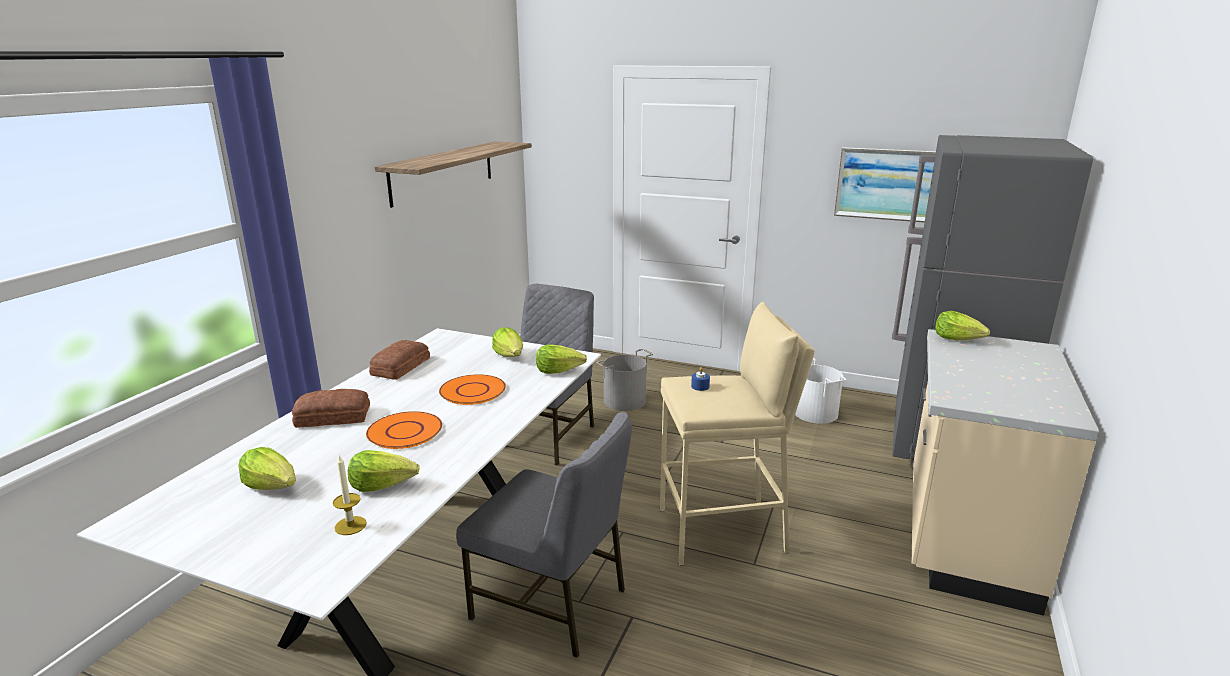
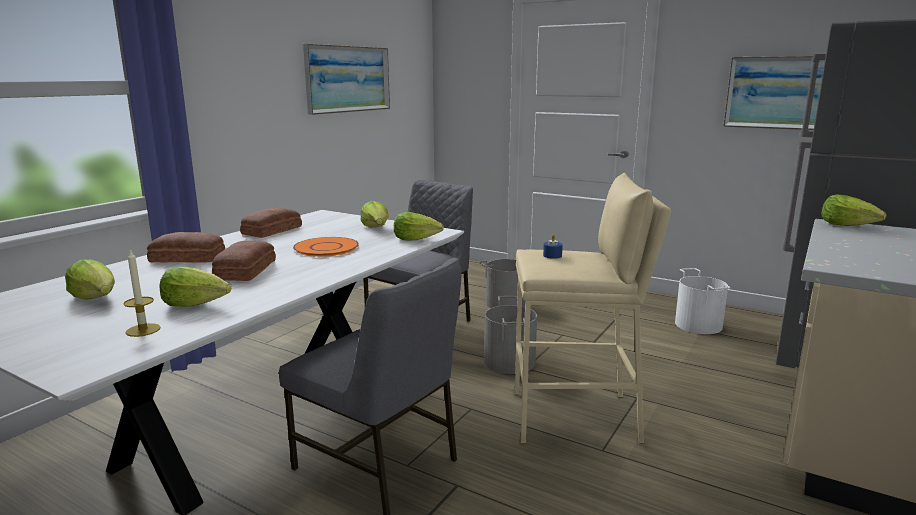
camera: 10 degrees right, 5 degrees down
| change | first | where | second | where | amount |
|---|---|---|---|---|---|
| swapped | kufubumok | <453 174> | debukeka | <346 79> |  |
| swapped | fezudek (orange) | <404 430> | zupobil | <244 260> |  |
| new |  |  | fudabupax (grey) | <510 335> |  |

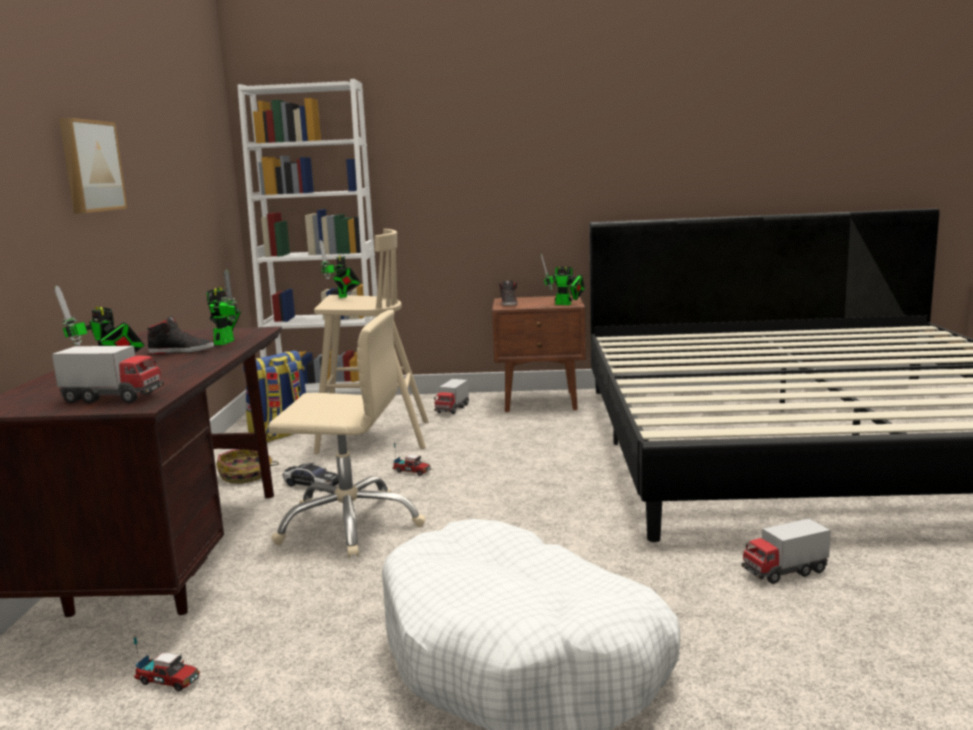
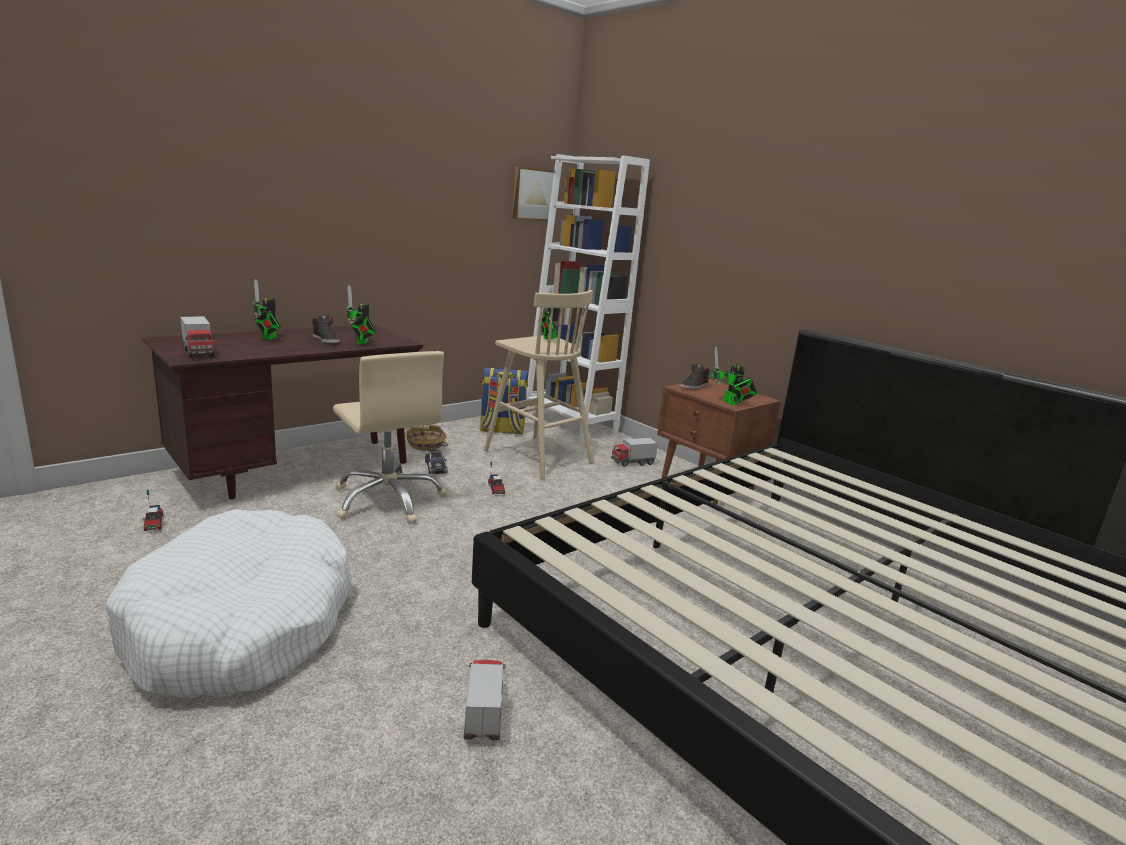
camera: 45 degrees right, 5 degrees up
| change | first | where | second | where | amount |
|---|---|---|---|---|---|
| shifted | debukeka | <93 166> |  | <533 193> |  |
| rotated | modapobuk | <224 307> |  | <362 314> | 120 degrees clockwise |
| rotated | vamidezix | <786 551> |  | <484 700> | 60 degrees clockwise |

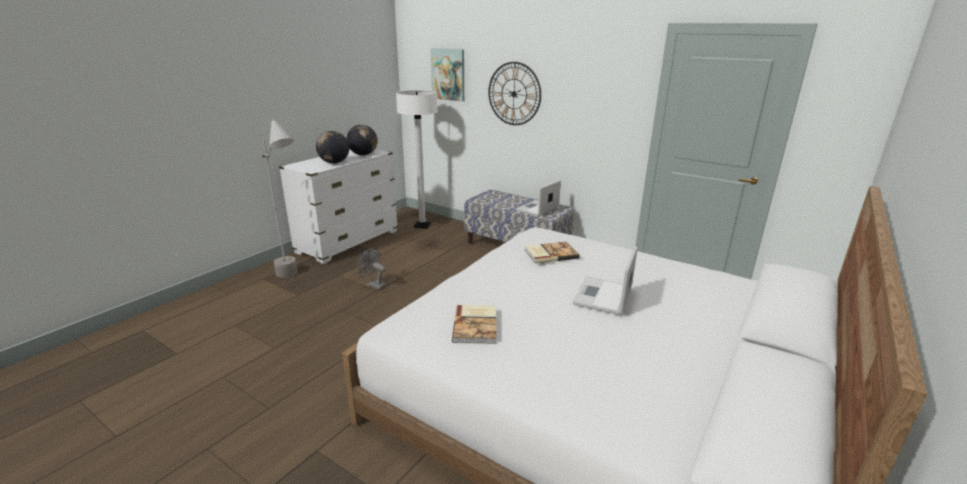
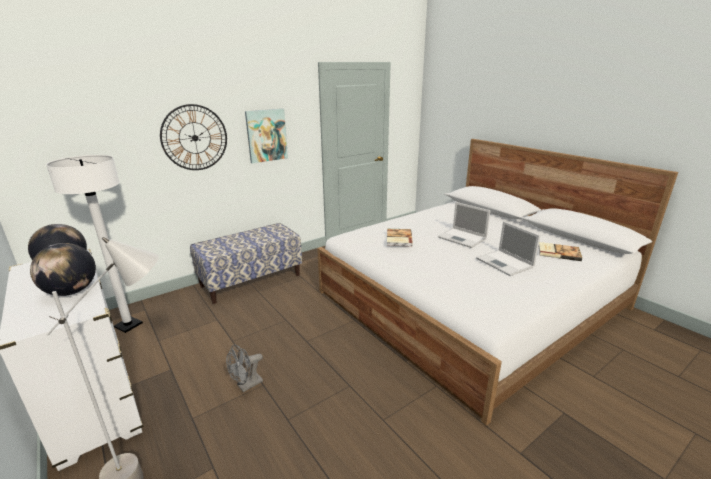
camera: 70 degrees left, 0 degrees up
| change | first | where | second | where | amount |
|---|---|---|---|---|---|
| shifted | debukeka | <447 75> |  | <266 136> |  |
| shifted | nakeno | <538 198> |  | <508 248> |  |
| shifted | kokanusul | <474 324> |  | <560 251> |  |

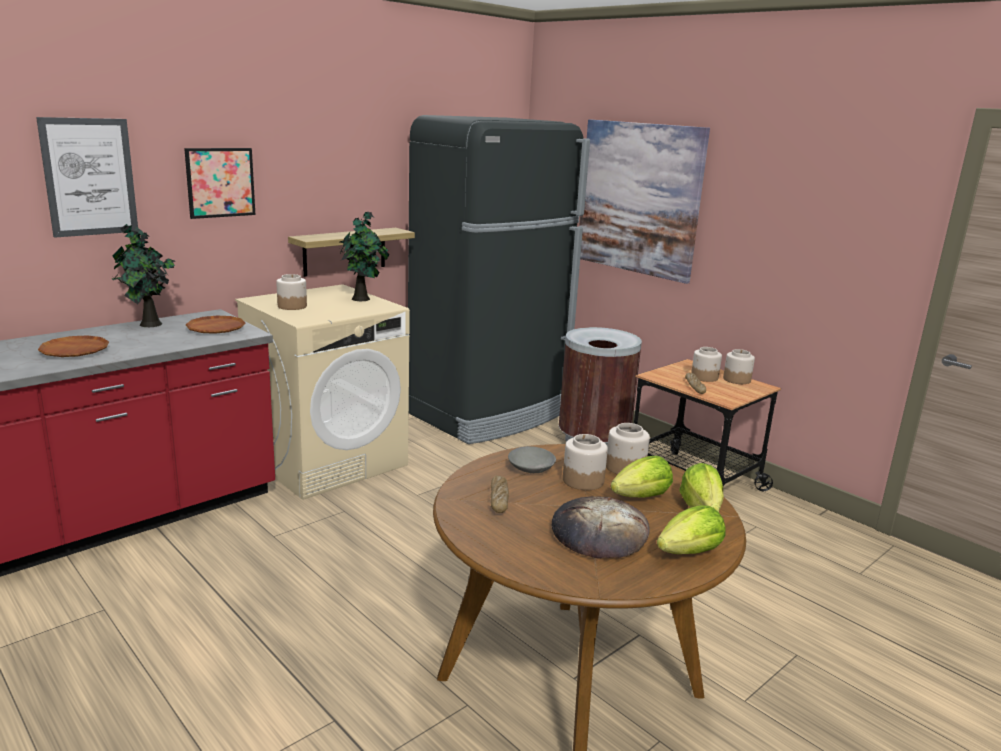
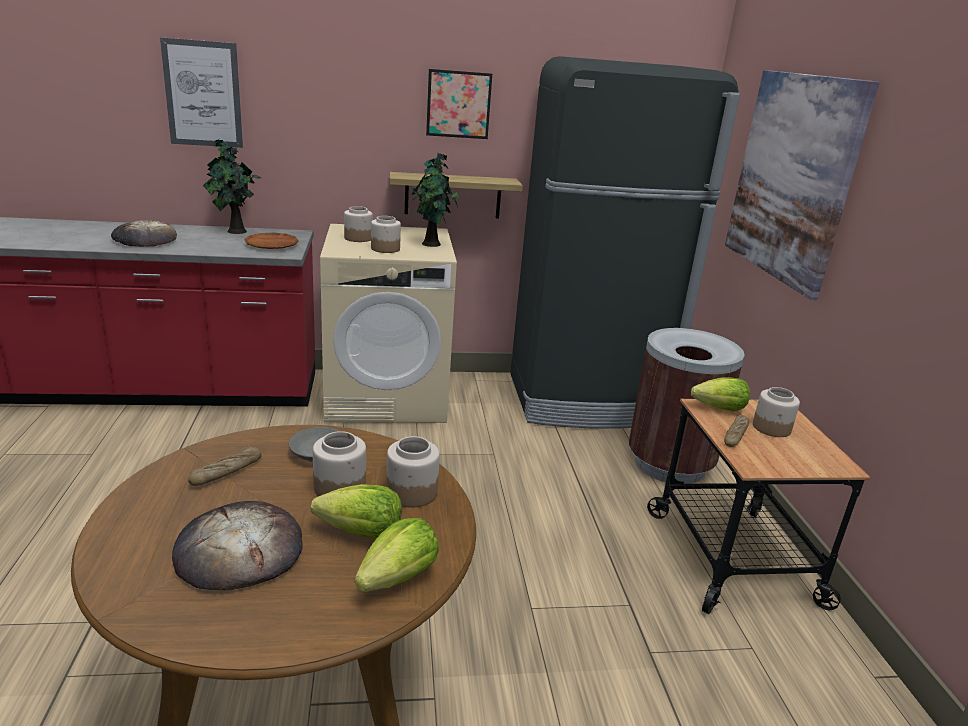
camera: 35 degrees right, 5 degrees up
| change | first | where | second | where | amount |
|---|---|---|---|---|---|
| shifted | debukeka | <219 183> |  | <459 104> |  |
| swapped | fezudek (brown) | <73 346> | zupobil | <144 233> |  |
| shifted | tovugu | <739 366> |  | <386 234> |  |
| shifted | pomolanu | <691 529> |  | <720 394> |  |

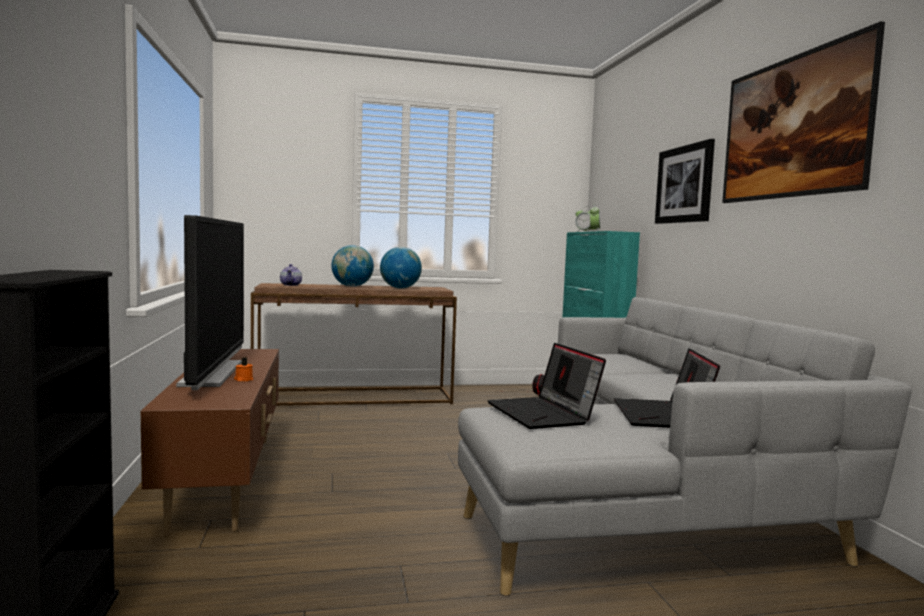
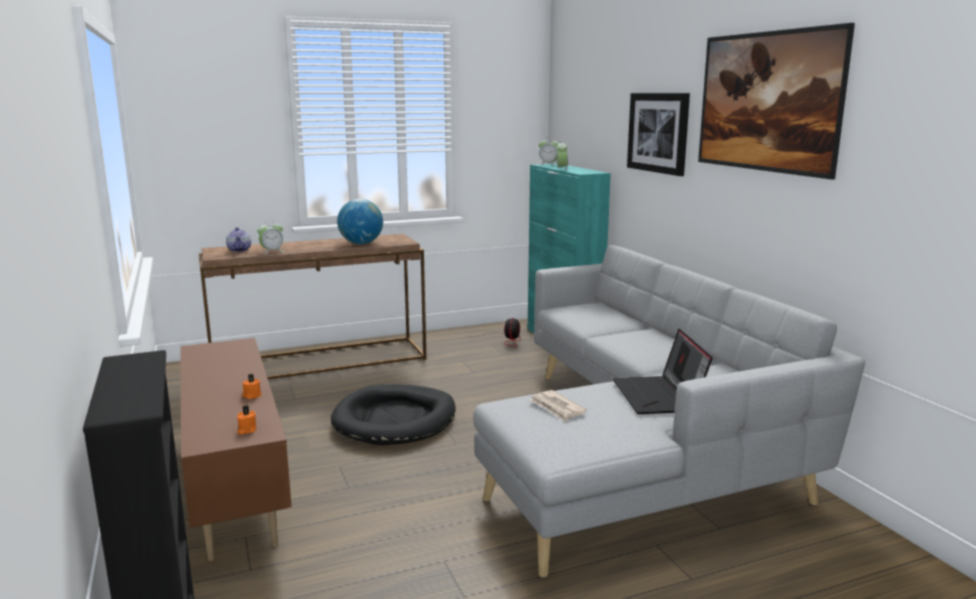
camera: 10 degrees left, 10 degrees up
| change | first | where | second | where | amount |
|---|---|---|---|---|---|
| gone | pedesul | <210 302> |  |  |  |
| gone | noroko | <352 266> |  |  |  |
| swapped | nakeno | <546 386> | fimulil | <558 406> |  |
| new |  |  | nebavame | <271 237> |  |
| new |  |  | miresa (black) | <393 414> |  |
| new |  |  | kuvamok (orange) | <246 420> |  |

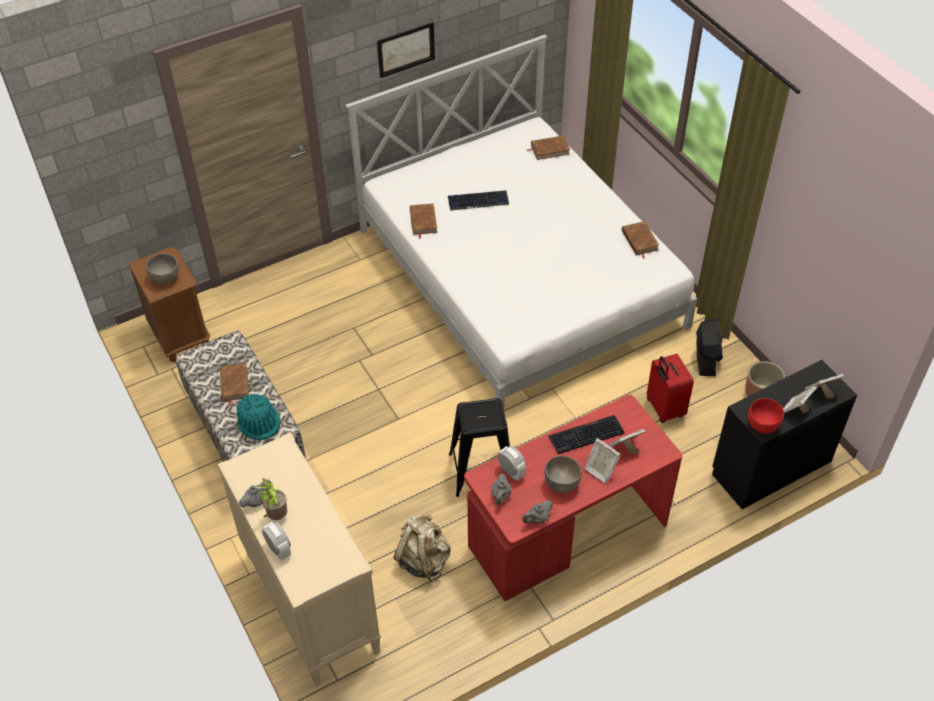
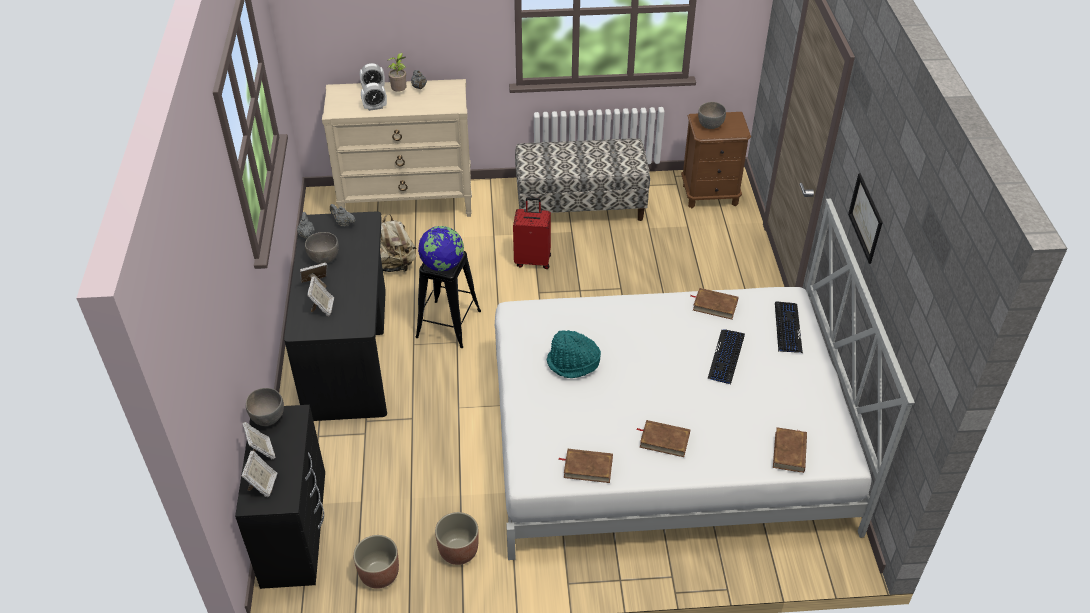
camera: 115 degrees right, 5 degrees down
| change | first | where | second | where | amount |
|---|---|---|---|---|---|
| swapped | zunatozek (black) | <709 347> | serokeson | <457 538> |  |
| shifted | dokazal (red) | <670 388> |  | <532 233> |  |
| shifted | kokanusul (brown) | <234 384> |  | <663 438> |  |
| shifted | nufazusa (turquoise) | <259 417> |  | <574 354> |  |
| repainted | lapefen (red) | <573 498> | lapefen (black) | <335 316> |  |
| repainted | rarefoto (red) | <766 416> | rarefoto (grey) | <265 407> |  |
| shifted | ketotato | <586 434> |  | <789 327> |  |
| shifted | nebavame | <512 463> |  | <374 97> |  |
| new |  |  | noroko | <441 248> |  |

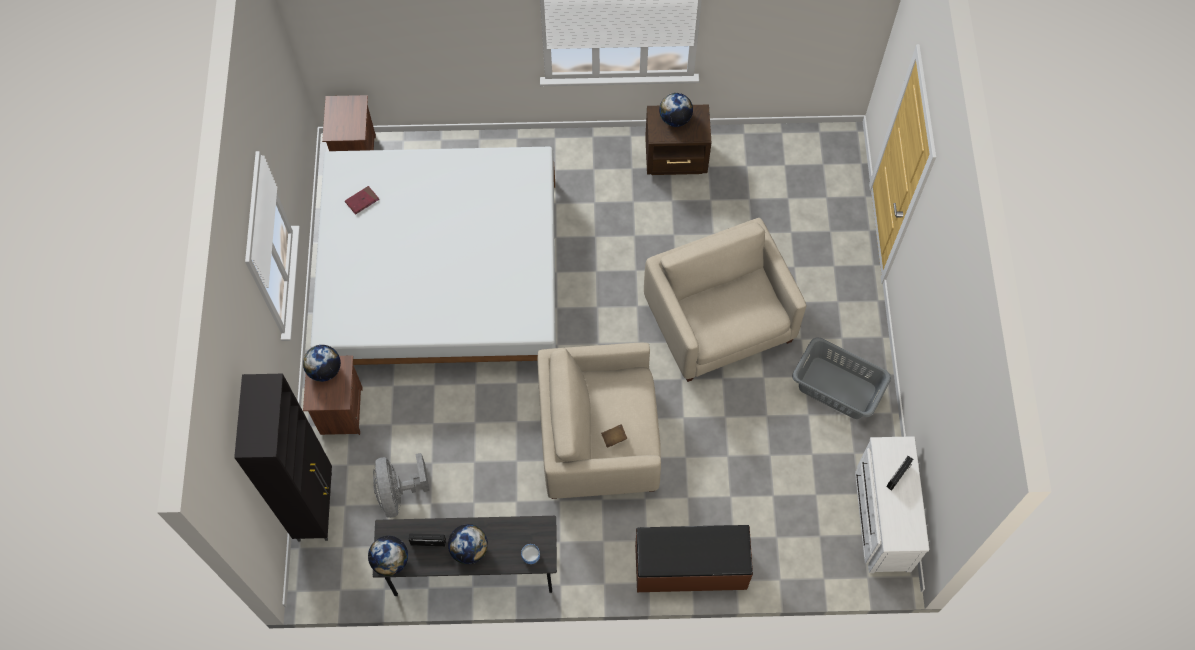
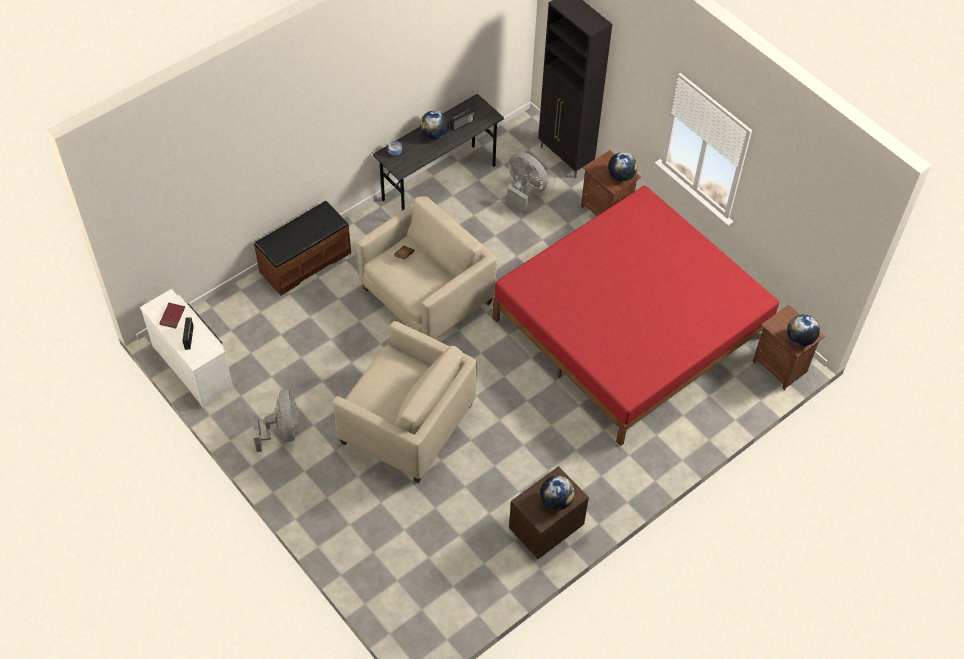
camera: 140 degrees right, 10 degrees down
| change | first | where | second | where | amount |
|---|---|---|---|---|---|
| repainted | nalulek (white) | <433 256> | nalulek (red) | <635 316> |  |
| shifted | kokanusul (red) | <362 200> |  | <172 316> |  |
| swapped | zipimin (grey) | <841 378> | zunatozek (grey) | <275 420> |  |
| shifted | noroko | <388 556> |  | <803 330> |  |

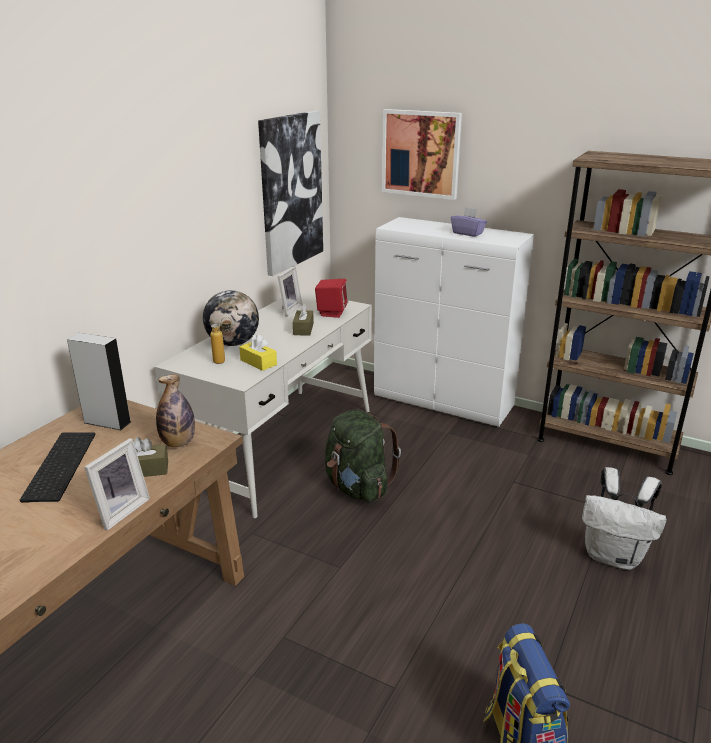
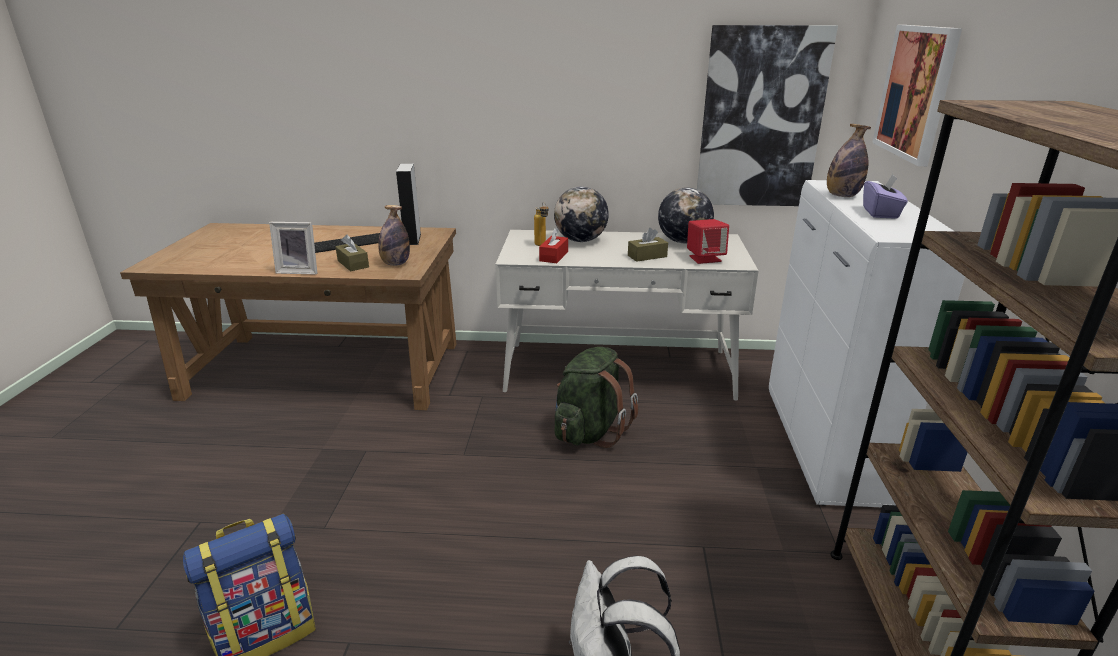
camera: 65 degrees right, 0 degrees up
| change | first | where | second | where | amount |
|---|---|---|---|---|---|
| swapped | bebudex | <289 291> | noroko | <686 215> |  |
| repainted | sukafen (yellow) | <258 352> | sukafen (red) | <553 245> |  |
| new |  |  | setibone | <849 160> |  |

